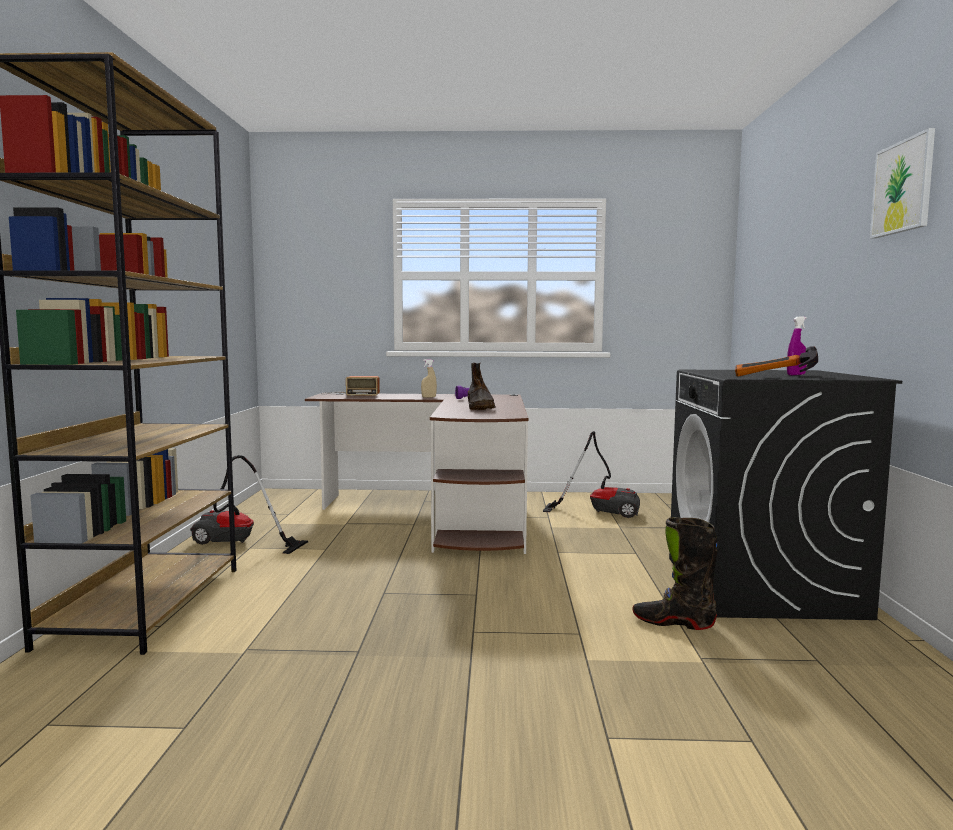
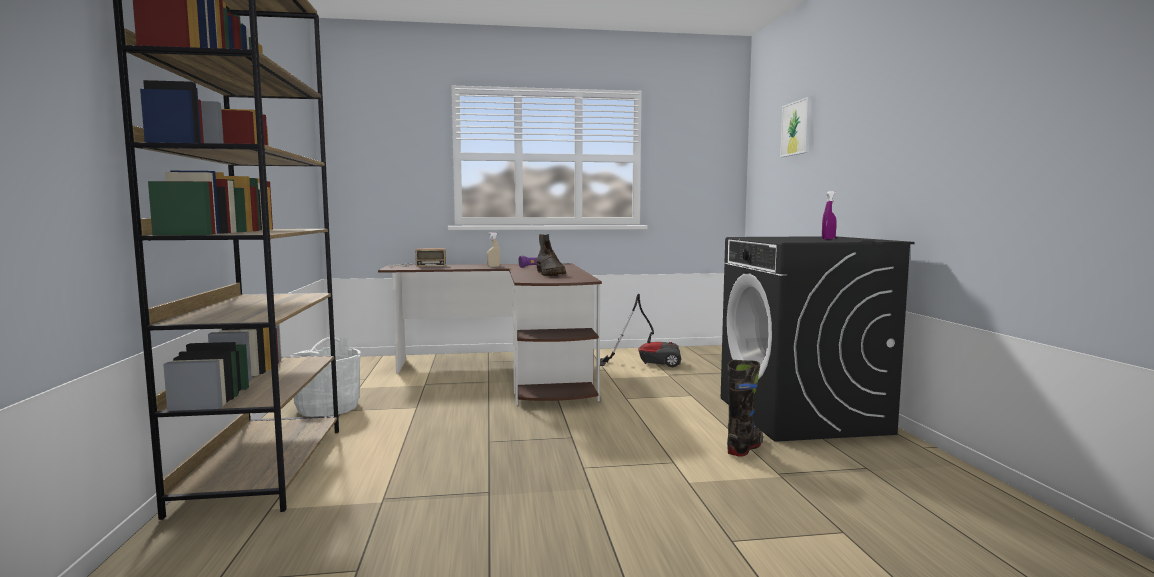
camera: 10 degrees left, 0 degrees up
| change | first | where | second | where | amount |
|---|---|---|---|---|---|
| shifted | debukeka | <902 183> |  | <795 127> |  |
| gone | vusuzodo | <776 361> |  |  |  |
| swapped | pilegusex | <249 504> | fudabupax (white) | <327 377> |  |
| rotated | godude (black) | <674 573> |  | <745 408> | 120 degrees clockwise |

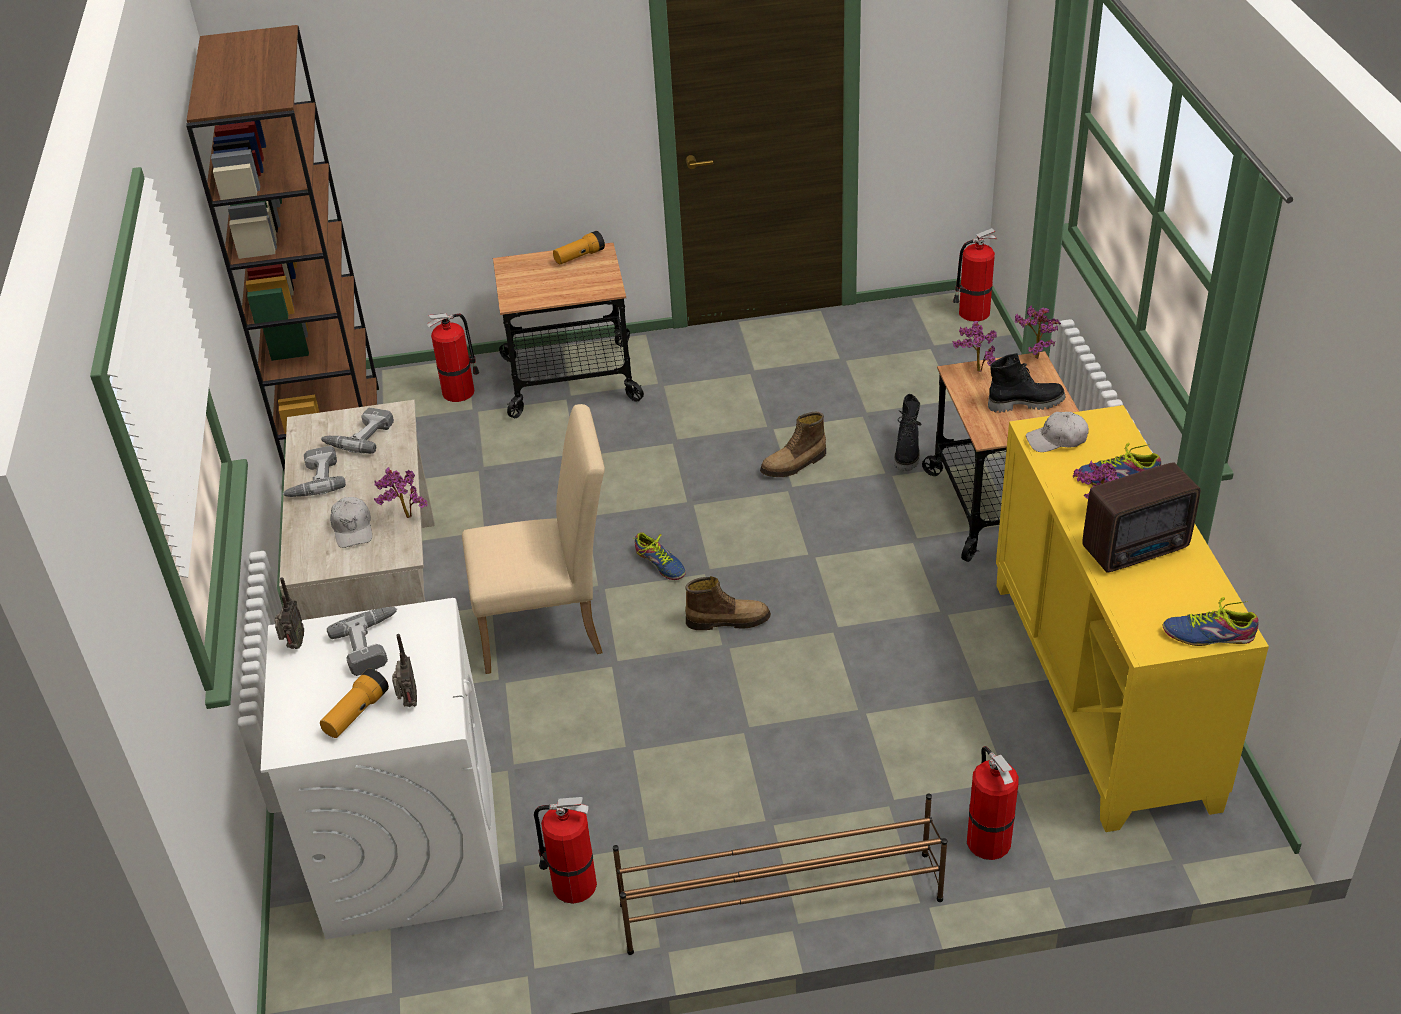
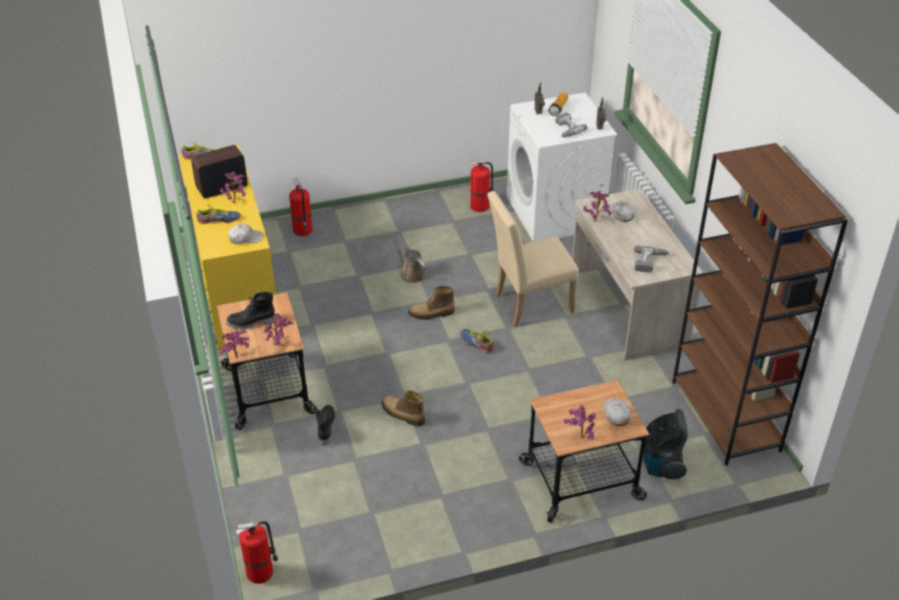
camera: 170 degrees right, 0 degrees up
| change | first | where | second | where | amount |
|---|---|---|---|---|---|
| swapped | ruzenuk | <579 247> | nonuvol | <580 422> |  |
| swapped | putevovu | <453 357> | pilegusex | <665 444> |  |
| rotated | godude | <793 444> |  | <403 408> | 105 degrees counterclockwise |
| gone | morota | <314 471> |  |  |  |
| gone | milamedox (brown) | <780 874> |  |  |  |
| new |  |  | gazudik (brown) | <408 257> |  |
| new |  |  | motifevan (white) | <617 412> |  |

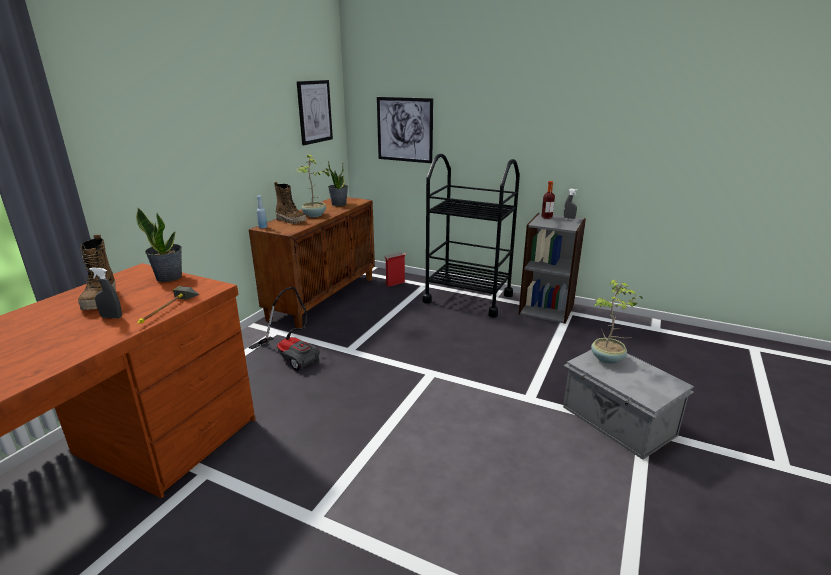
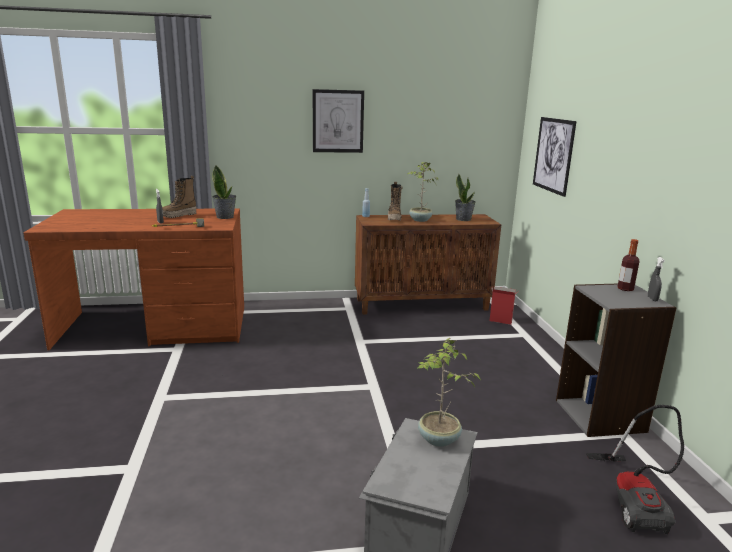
camera: 55 degrees right, 5 degrees down
| change | first | where | second | where | amount |
|---|---|---|---|---|---|
| shifted | debukeka | <315 112> |  | <338 121> |  |
| gone | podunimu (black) | <471 236> |  |  |  |
| shifted | pilegusex | <284 329> |  | <635 469> |  |

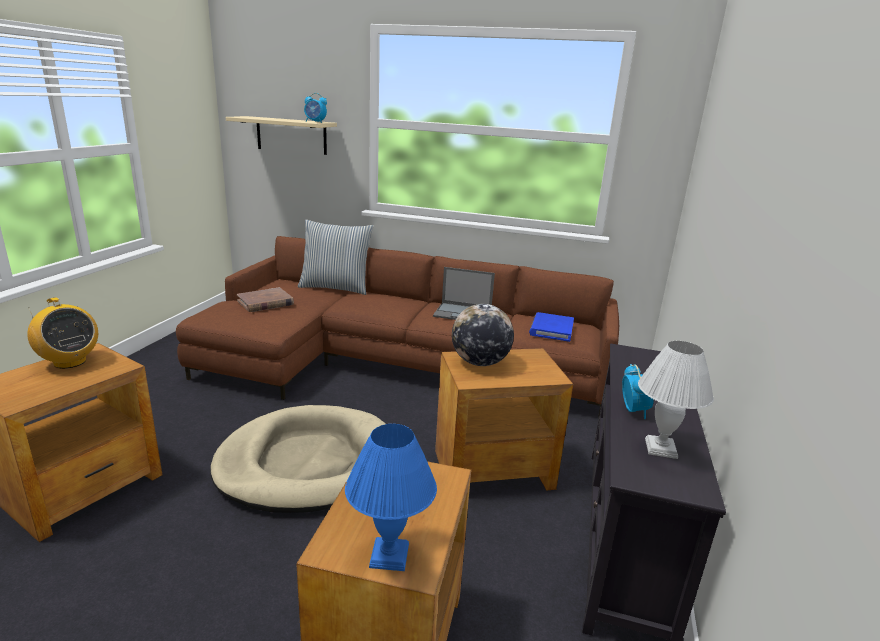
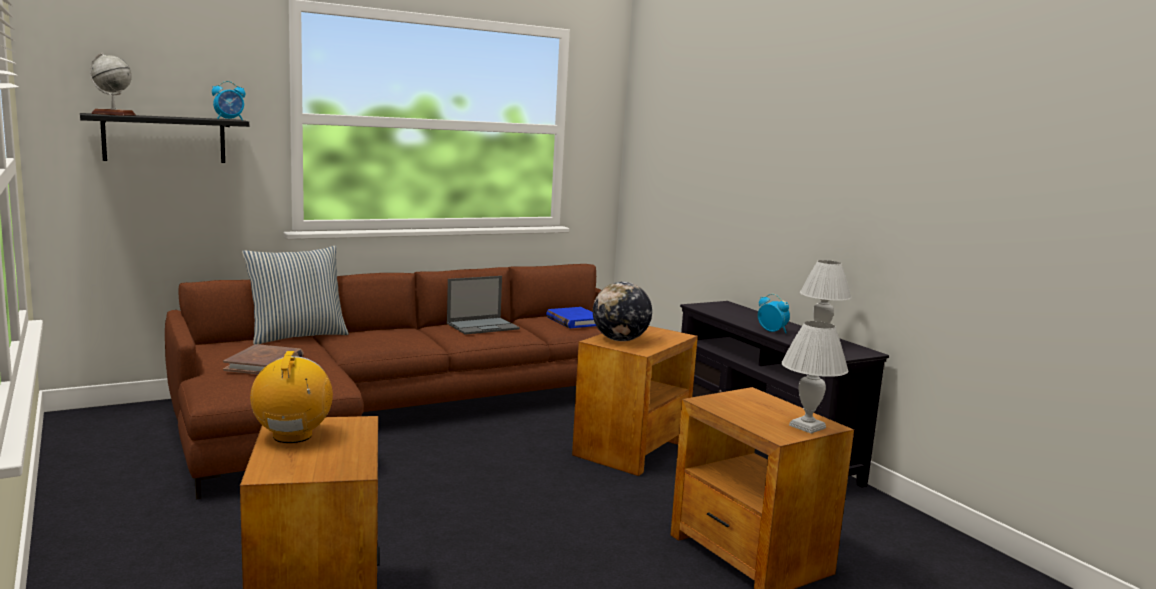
camera: 45 degrees left, 10 degrees down
| change | first | where | second | where | amount |
|---|---|---|---|---|---|
| repainted | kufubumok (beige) | <281 135> | kufubumok (black) | <164 138> |  |
| rotated | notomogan | <62 333> |  | <291 397> | 90 degrees counterclockwise |
| gone | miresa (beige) | <298 459> |  |  |  |
| repainted | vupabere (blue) | <391 497> | vupabere (white) | <814 377> |  |
| new |  |  | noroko | <113 84> |  |

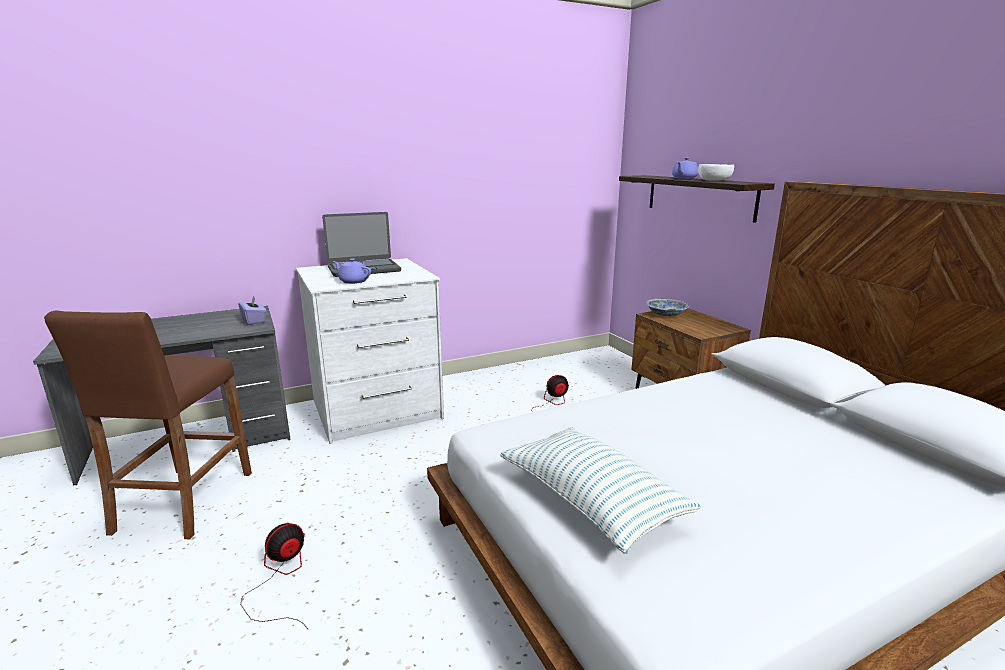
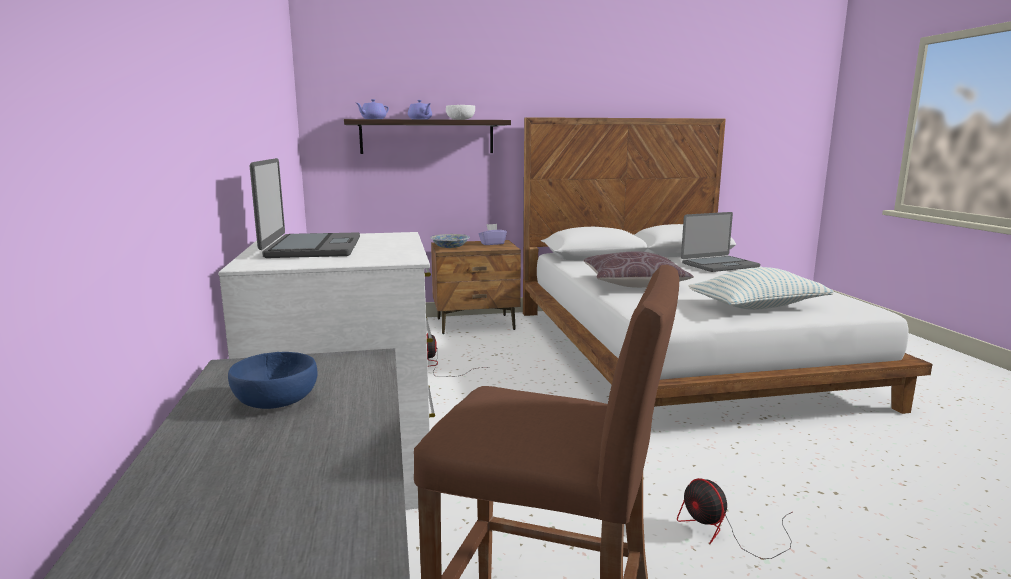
camera: 75 degrees left, 5 degrees down
| change | first | where | second | where | amount |
|---|---|---|---|---|---|
| shifted | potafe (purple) | <352 271> |  | <372 109> |  |
| shifted | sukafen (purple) | <252 310> |  | <493 234> |  |
| new |  |  | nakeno | <720 242> |  |
| new |  |  | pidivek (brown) | <638 269> |  |
| new |  |  | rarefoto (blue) | <272 380> |  |

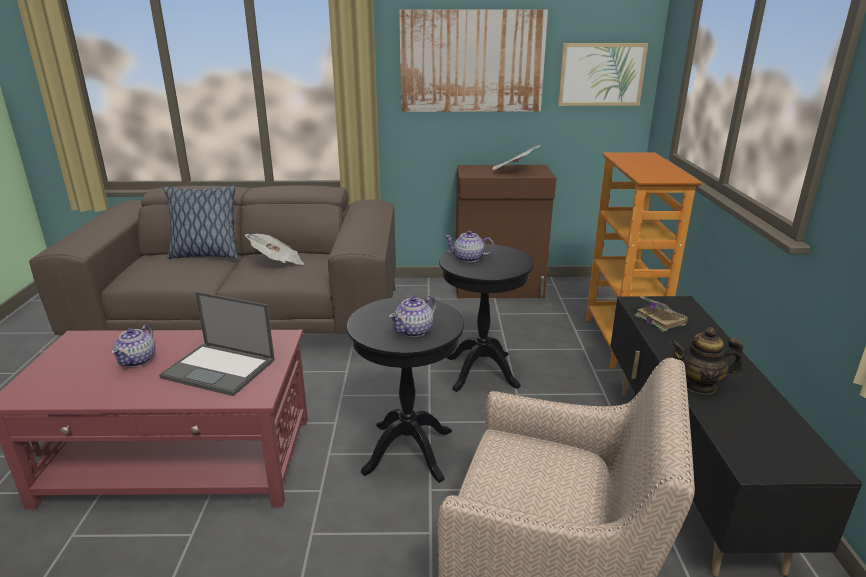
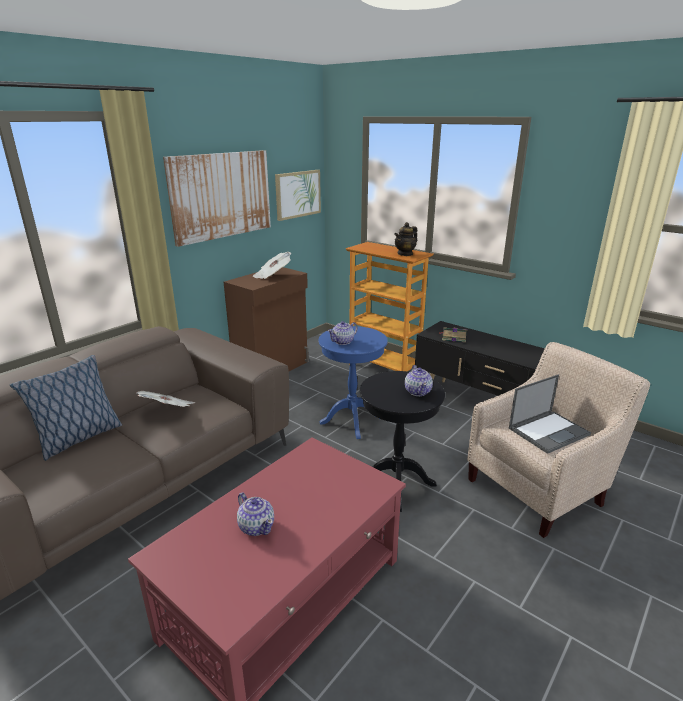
camera: 50 degrees left, 0 degrees up
| change | first | where | second | where | amount |
|---|---|---|---|---|---|
| repainted | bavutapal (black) | <486 318> | bavutapal (blue) | <353 382> |  |
| shifted | nakeno | <217 344> |  | <550 414> |  |
| shifted | potafe | <706 360> |  | <405 239> |  |

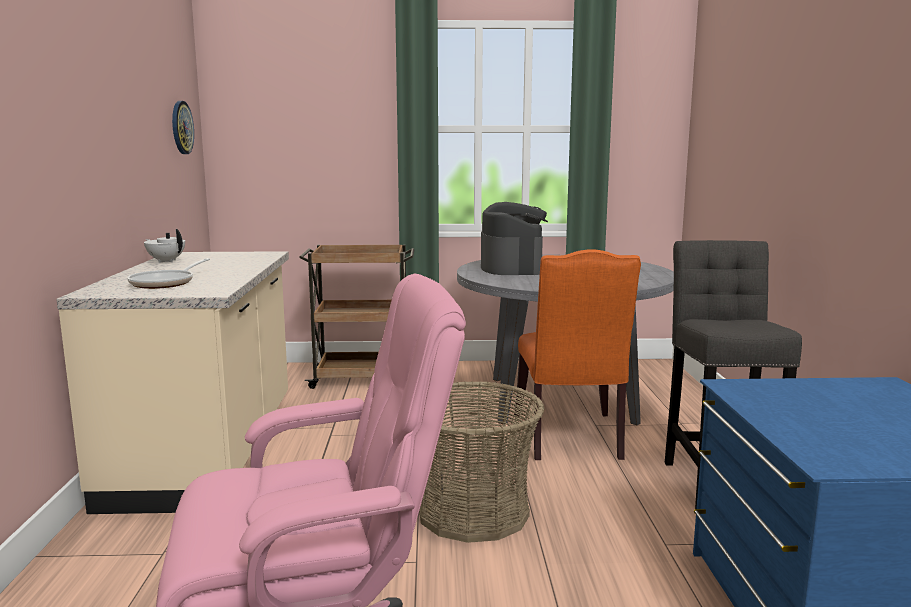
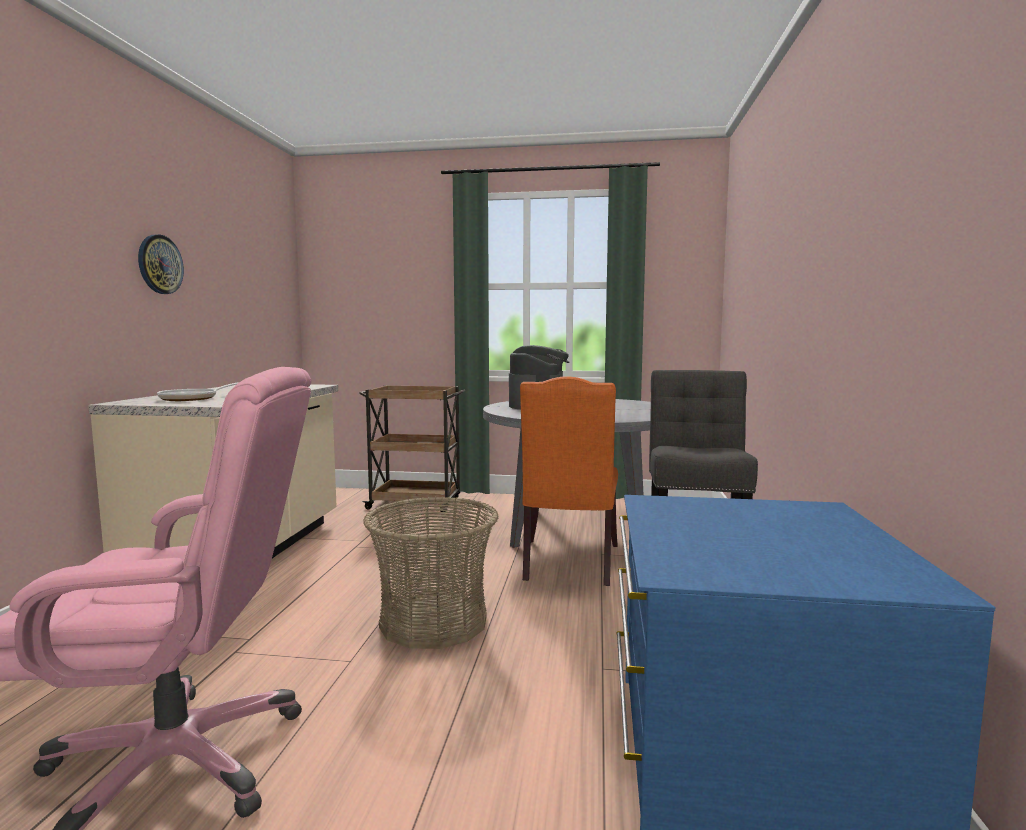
camera: 10 degrees right, 5 degrees down
| change | first | where | second | where | amount |
|---|---|---|---|---|---|
| shifted | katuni | <183 127> |  | <161 264> |  |
| gone | potafe (white) | <164 246> |  |  |  |

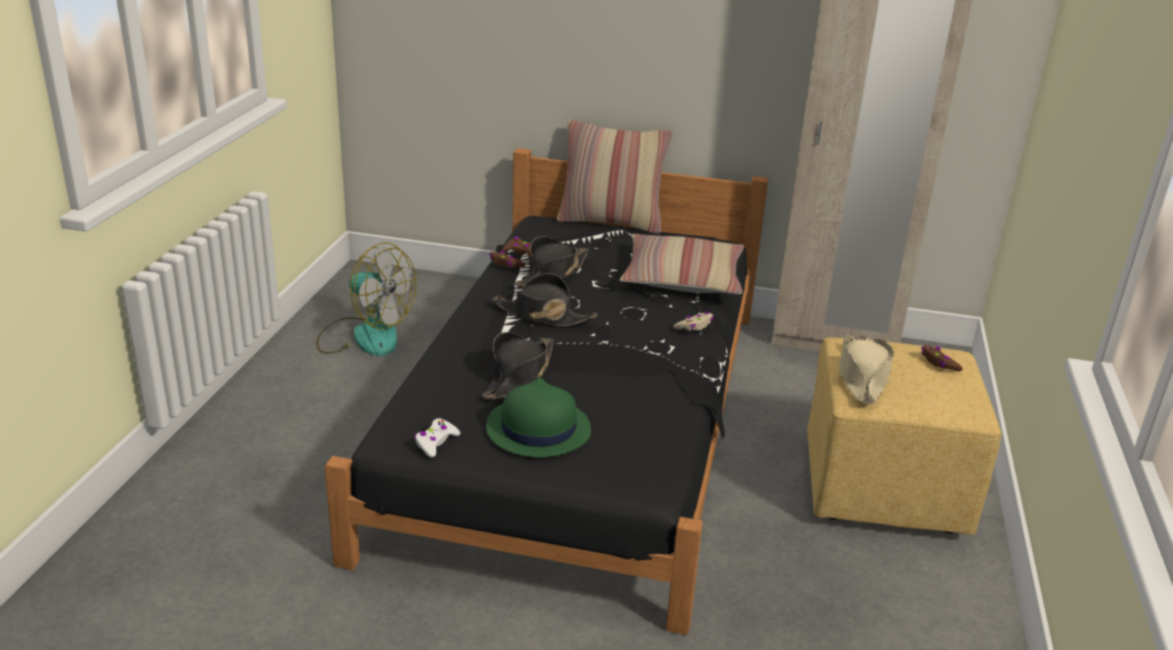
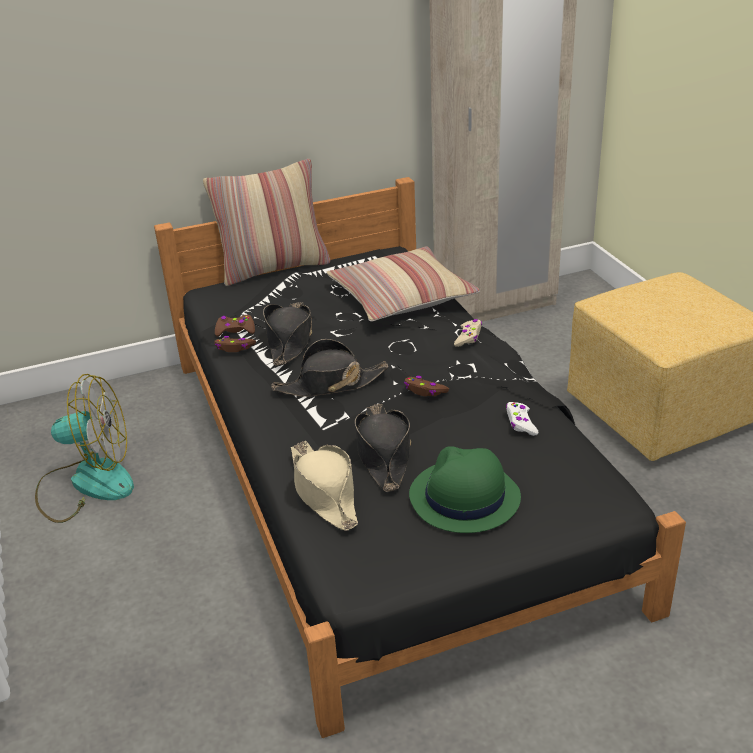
camera: 30 degrees left, 5 degrees up
| change | first | where | second | where | amount |
|---|---|---|---|---|---|
| shifted | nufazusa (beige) | <866 369> |  | <324 486> |  |
| shifted | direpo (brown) | <942 358> |  | <426 386> |  |
| shifted | direpo (white) | <437 437> |  | <522 419> |  |

